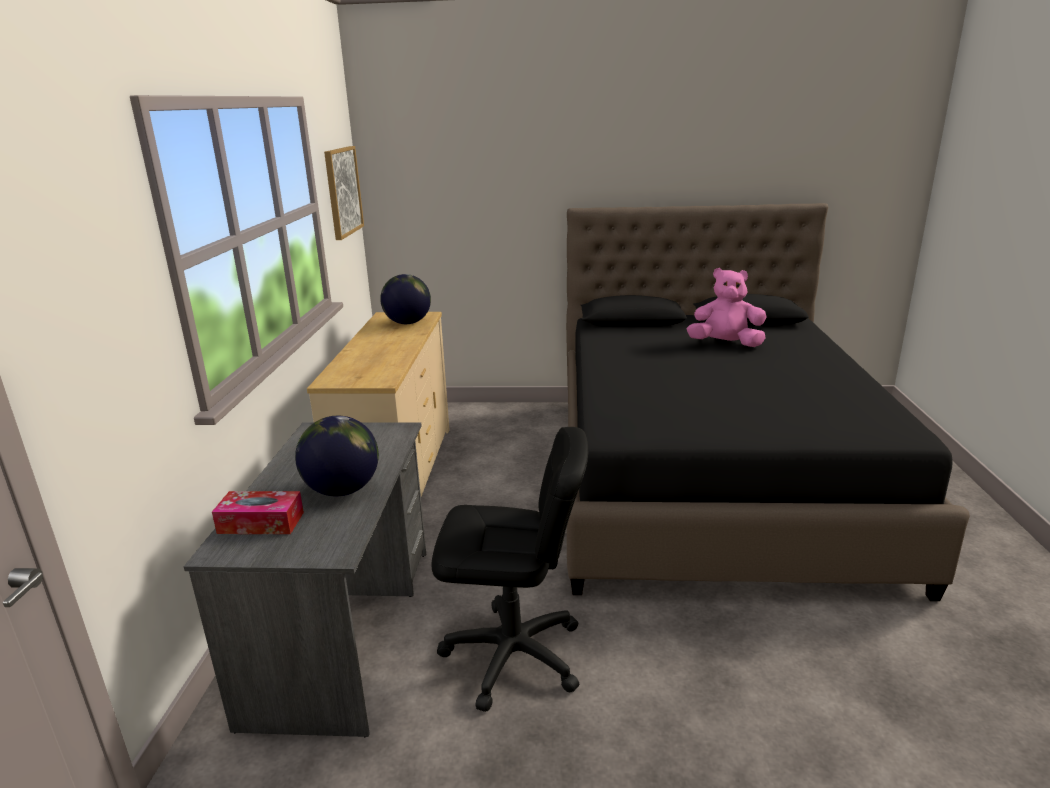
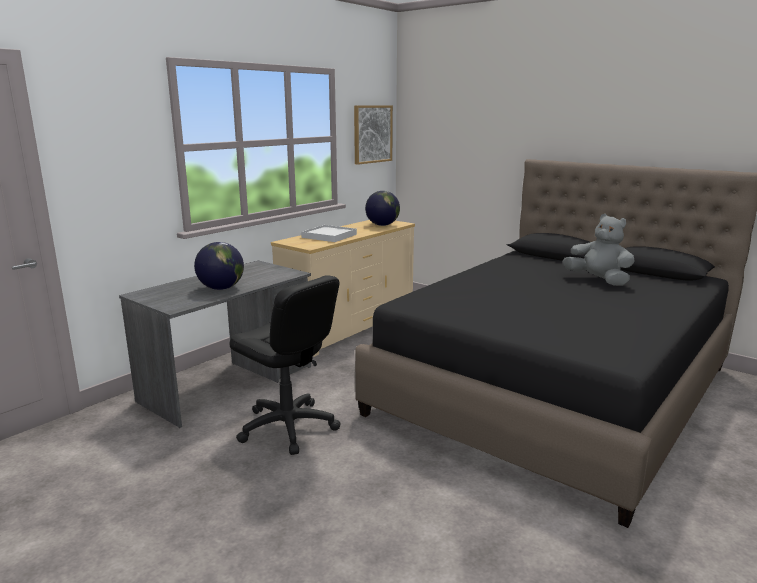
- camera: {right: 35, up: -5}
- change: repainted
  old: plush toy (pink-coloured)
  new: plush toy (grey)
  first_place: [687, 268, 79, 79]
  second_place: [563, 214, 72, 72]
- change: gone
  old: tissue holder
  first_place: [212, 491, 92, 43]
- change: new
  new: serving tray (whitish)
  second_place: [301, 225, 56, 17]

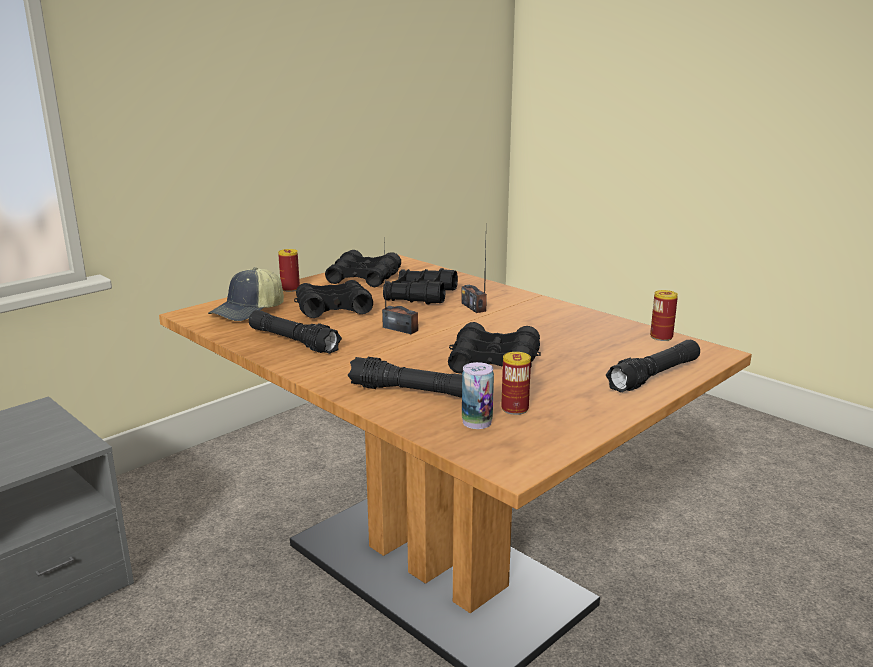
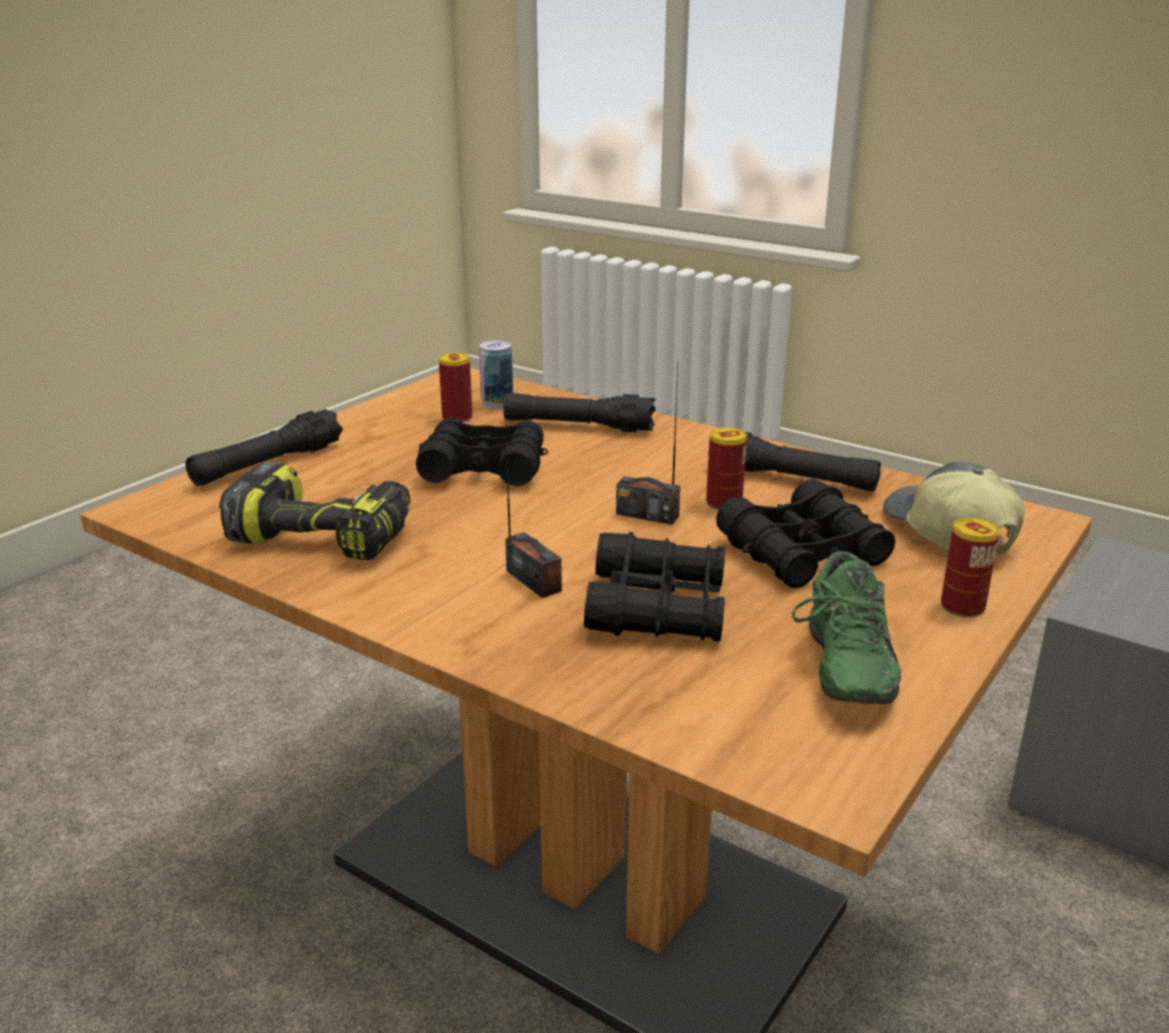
- camera: {right: 170, up: 5}
- change: swapped
  old: pair of binoculars (black-coloured)
  new: item of footwear (green-coloured)
  first_place: [325, 250, 76, 37]
  second_place: [792, 551, 109, 153]
- change: rotated
  old: baseball cap
  first_place: [208, 267, 76, 54]
  second_place: [883, 462, 141, 92]
  degrees: -45
- change: shifted
  old: can
  first_place: [650, 290, 28, 51]
  second_place: [706, 427, 41, 83]
- change: new
  new: electric drill
  second_place: [219, 462, 191, 98]

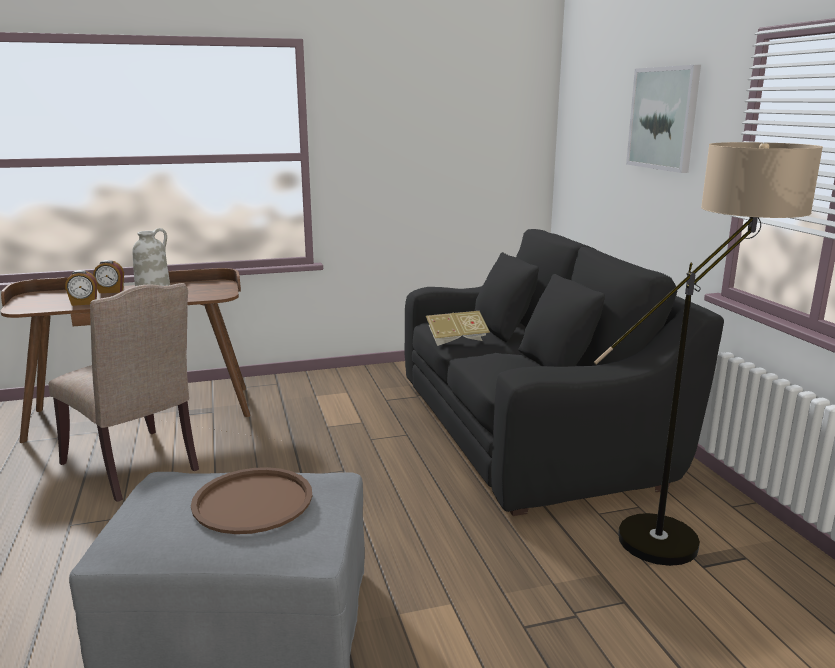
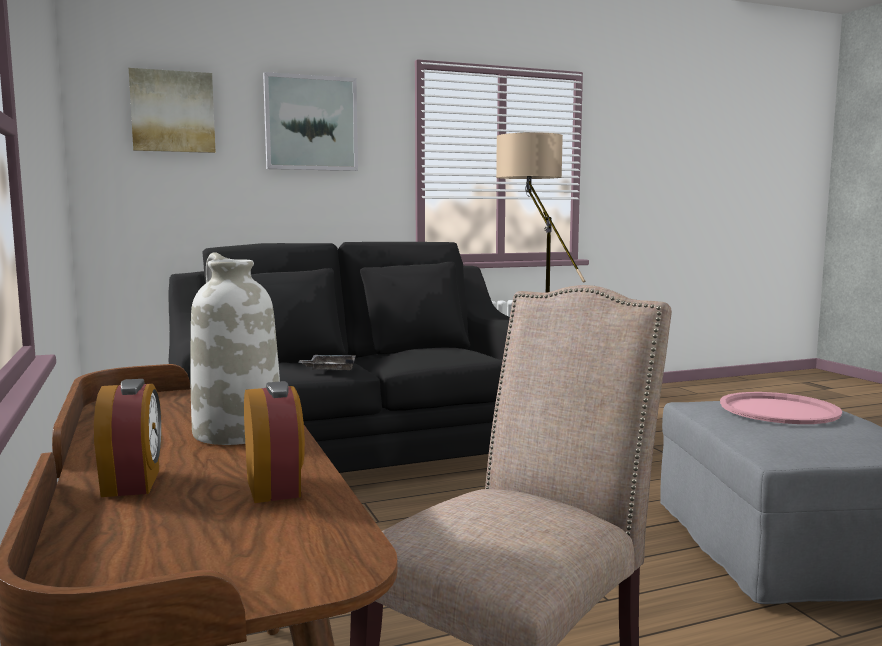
- camera: {right: -95, up: -10}
- change: swapped
  old: book
  new: serving tray (grey)
  first_place: [426, 311, 64, 35]
  second_place: [298, 355, 58, 15]
- change: repainted
  old: serving tray (brownish)
  new: serving tray (pink-coloured)
  first_place: [191, 467, 121, 67]
  second_place: [720, 392, 122, 32]
- change: new
  new: picture
  second_place: [129, 68, 86, 85]

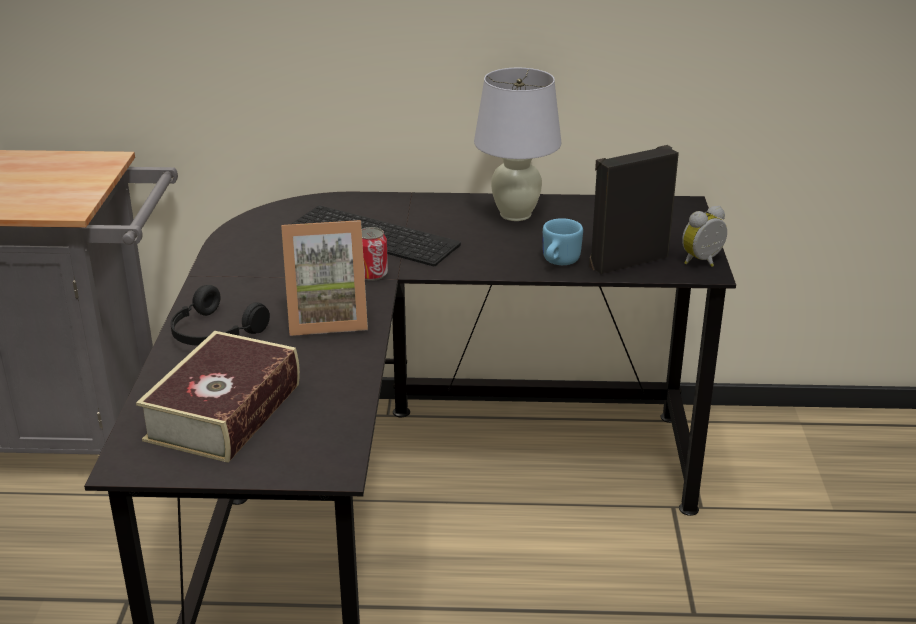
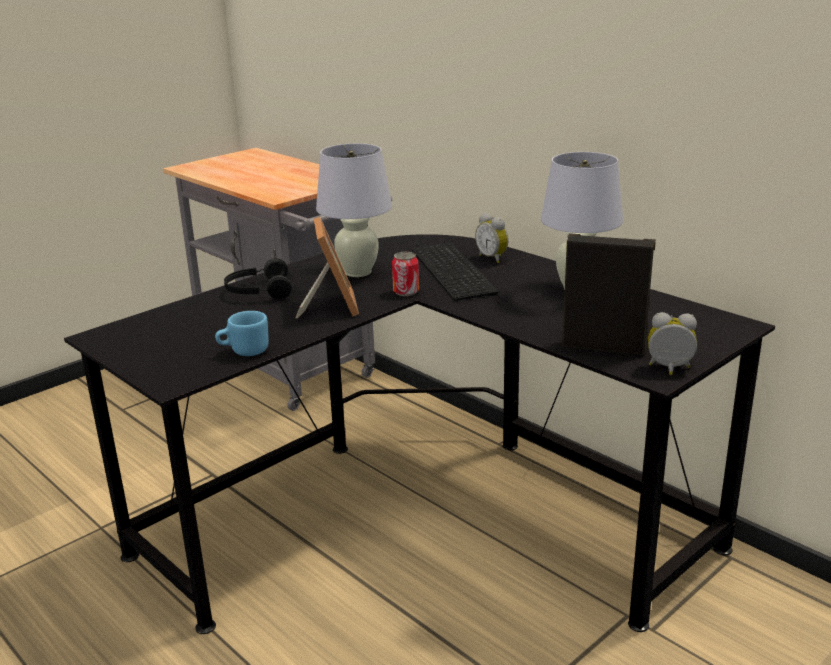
- camera: {right: 45, up: -5}
- change: shifted
  old: mug (blue)
  first_place: [543, 218, 40, 47]
  second_place: [215, 311, 54, 45]
- change: rotated
  old: photo frame
  first_place: [281, 220, 87, 116]
  second_place: [295, 217, 64, 101]
  degrees: -135
- change: gone
  old: book
  first_place: [136, 331, 164, 132]
- change: new
  new: tabletop lamp (whitish)
  second_place: [316, 143, 76, 134]
- change: new
  new: bedside clock
  second_place: [475, 213, 34, 50]

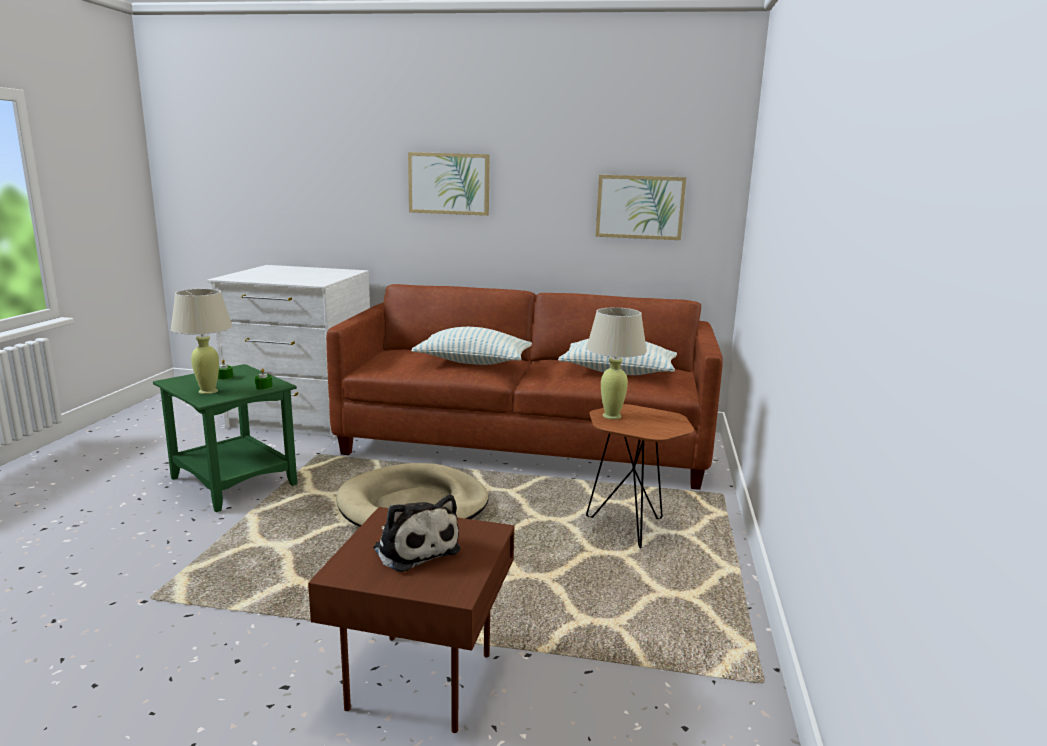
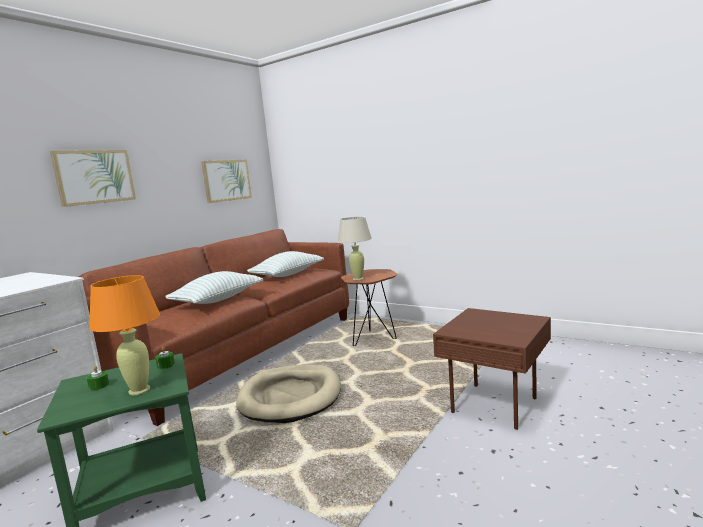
- camera: {right: -65, up: -5}
- change: repainted
  old: tabletop lamp (sand-coloured)
  new: tabletop lamp (orangey)
  first_place: [170, 289, 62, 105]
  second_place: [89, 275, 71, 120]
- change: gone
  old: plush toy
  first_place: [373, 495, 88, 77]

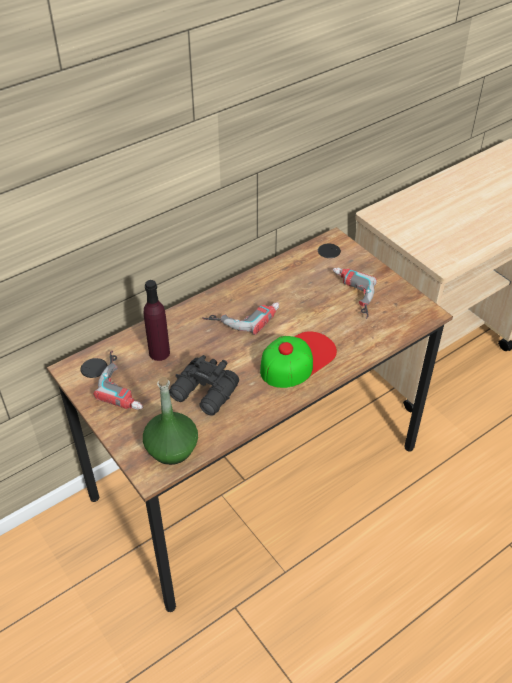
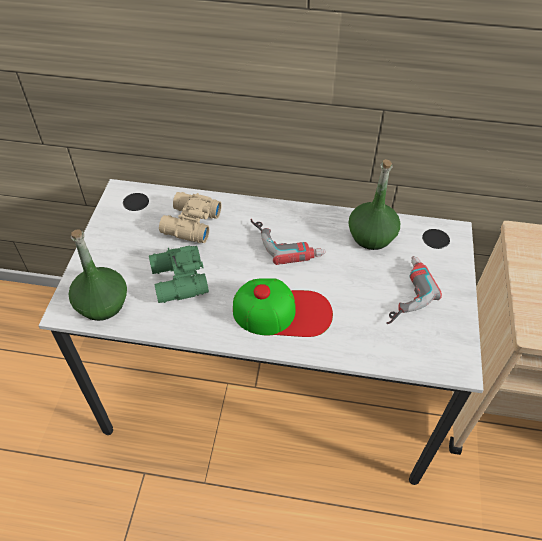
- camera: {right: 45, up: 5}
- change: repainted
  old: desk (brownish)
  new: desk (whitish)
  first_place: [47, 227, 406, 385]
  second_place: [38, 179, 445, 306]
- change: swapped
  old: bottle (purple-coloured)
  new: pair of binoculars (sand-coloured)
  first_place: [144, 280, 26, 81]
  second_place: [159, 192, 63, 51]
- change: gone
  old: electric drill
  first_place: [94, 350, 49, 60]
- change: repainted
  old: pair of binoculars (black-coloured)
  new: pair of binoculars (green-coloured)
  first_place: [169, 355, 70, 61]
  second_place: [149, 246, 60, 57]
- change: new
  new: bottle (green-coloured)
  second_place: [348, 159, 52, 91]

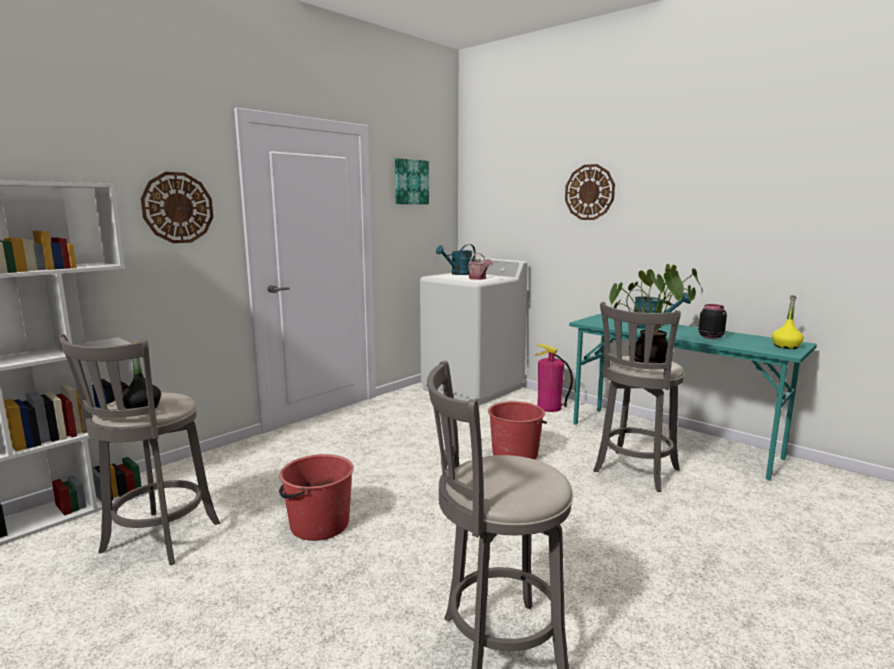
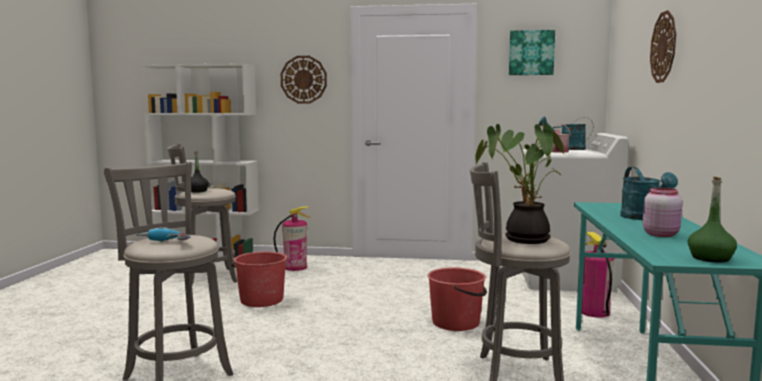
- camera: {right: 55, up: -5}
- change: repainted
  old: bottle (yellowish)
  new: bottle (green-coloured)
  first_place: [772, 295, 32, 54]
  second_place: [688, 176, 49, 87]
- change: repainted
  old: storage jar (black-coloured)
  new: storage jar (pink-coloured)
  first_place: [699, 304, 28, 35]
  second_place: [643, 187, 39, 50]
- change: new
  new: fire-fighting cylinder
  second_place: [274, 206, 37, 65]
- change: new
  new: electric drill
  second_place: [136, 227, 54, 15]

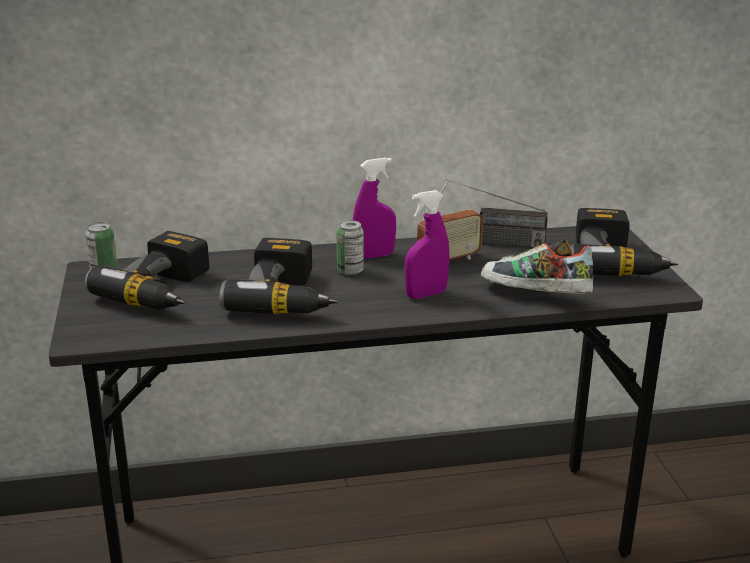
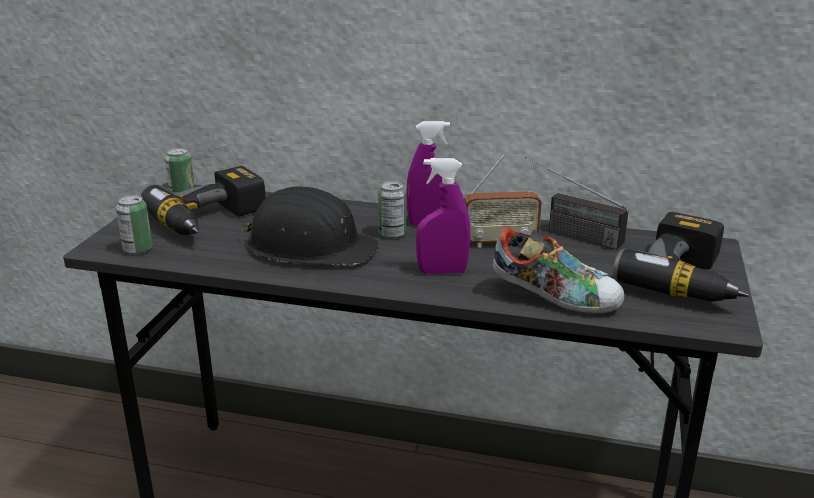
- camera: {right: 25, up: 0}
- change: swapped
  old: electric drill
  new: work helmet (black-coloured)
  first_place: [219, 238, 119, 76]
  second_place: [241, 187, 139, 78]
- change: rotated
  old: item of footwear
  first_place: [481, 239, 113, 55]
  second_place: [492, 226, 132, 88]
  degrees: 150
- change: new
  new: can
  second_place: [116, 195, 37, 60]

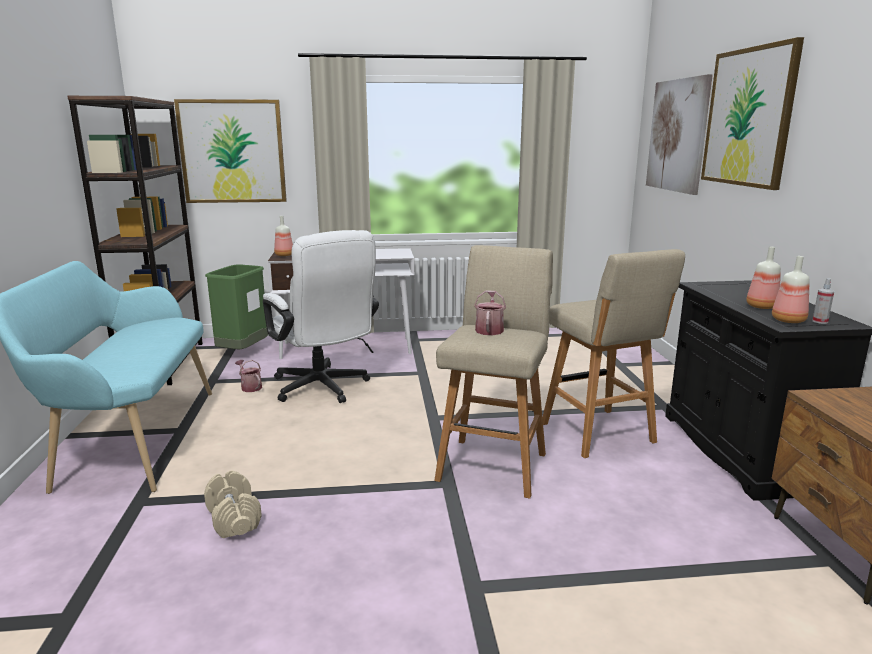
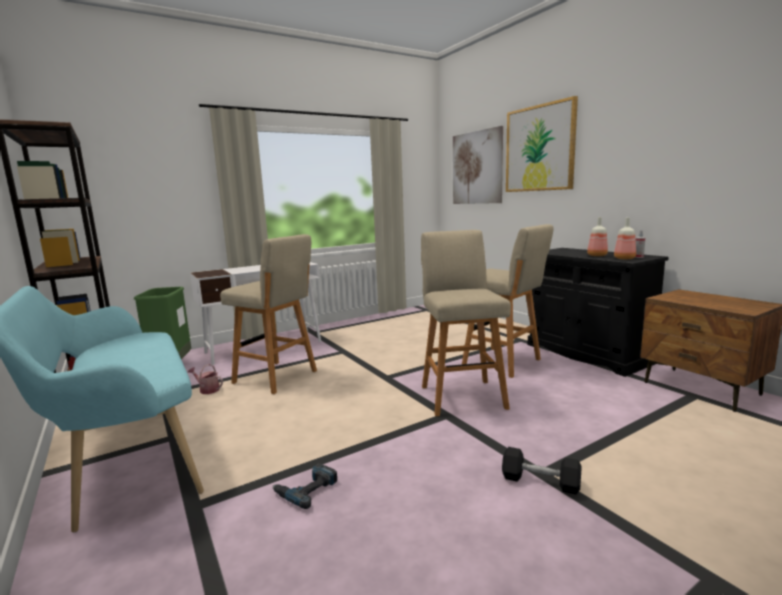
- camera: {right: -25, up: -5}
- change: gone
  old: picture
  first_place: [174, 99, 113, 104]
- change: gone
  old: bottle
  first_place: [274, 216, 19, 40]
- change: swapped
  old: office chair (whitish)
  new: stool seat (sand-coloured)
  first_place: [263, 230, 116, 173]
  second_place: [220, 234, 97, 160]
- change: gone
  old: watering pot
  first_place: [474, 290, 32, 45]
- change: swapped
  old: hand weight (sand-coloured)
  new: electric drill
  first_place: [204, 470, 58, 68]
  second_place: [273, 463, 64, 46]
- change: new
  new: hand weight (black-coloured)
  second_place: [502, 447, 80, 48]

